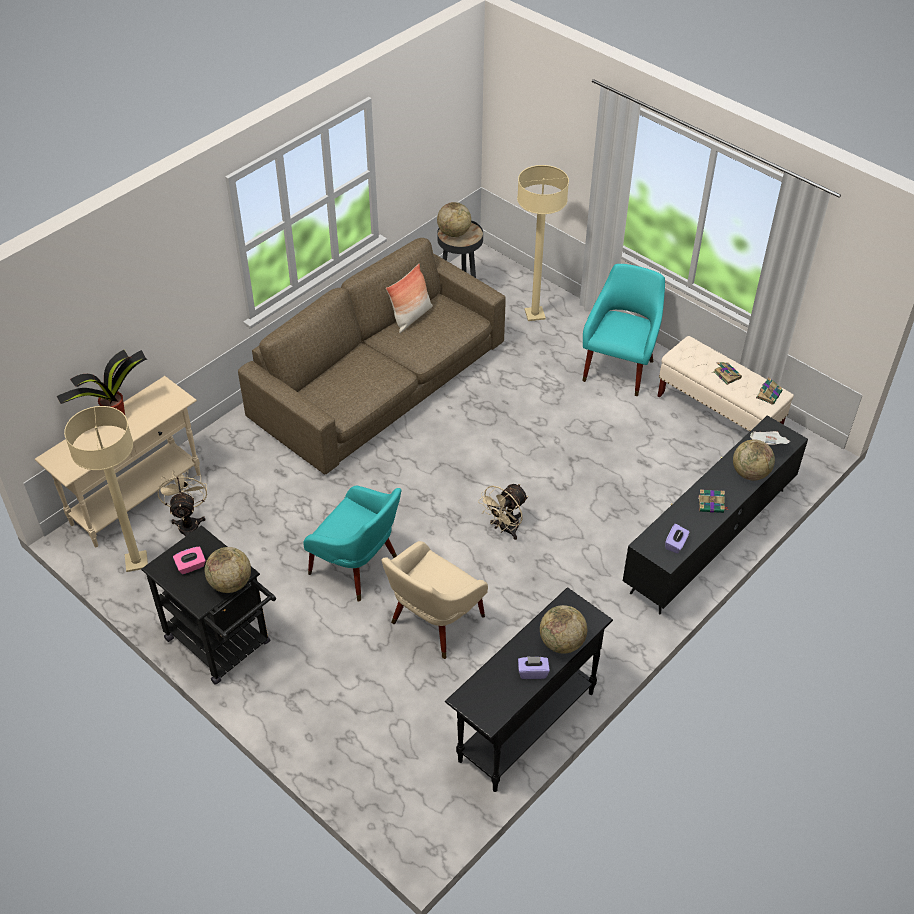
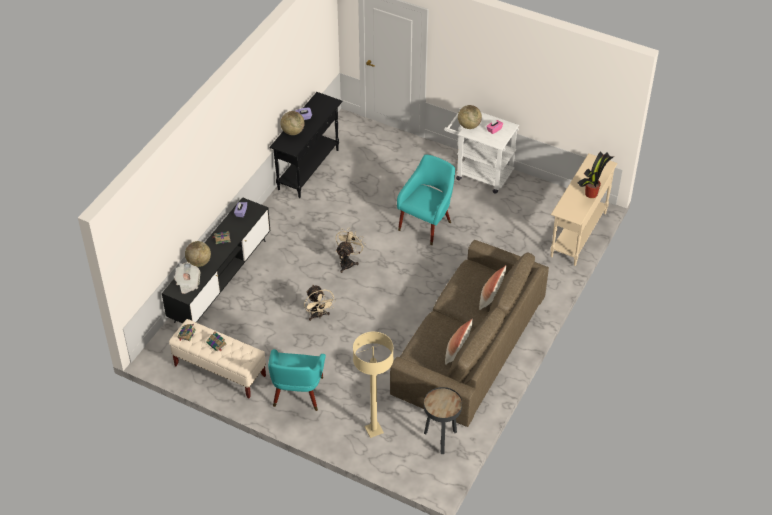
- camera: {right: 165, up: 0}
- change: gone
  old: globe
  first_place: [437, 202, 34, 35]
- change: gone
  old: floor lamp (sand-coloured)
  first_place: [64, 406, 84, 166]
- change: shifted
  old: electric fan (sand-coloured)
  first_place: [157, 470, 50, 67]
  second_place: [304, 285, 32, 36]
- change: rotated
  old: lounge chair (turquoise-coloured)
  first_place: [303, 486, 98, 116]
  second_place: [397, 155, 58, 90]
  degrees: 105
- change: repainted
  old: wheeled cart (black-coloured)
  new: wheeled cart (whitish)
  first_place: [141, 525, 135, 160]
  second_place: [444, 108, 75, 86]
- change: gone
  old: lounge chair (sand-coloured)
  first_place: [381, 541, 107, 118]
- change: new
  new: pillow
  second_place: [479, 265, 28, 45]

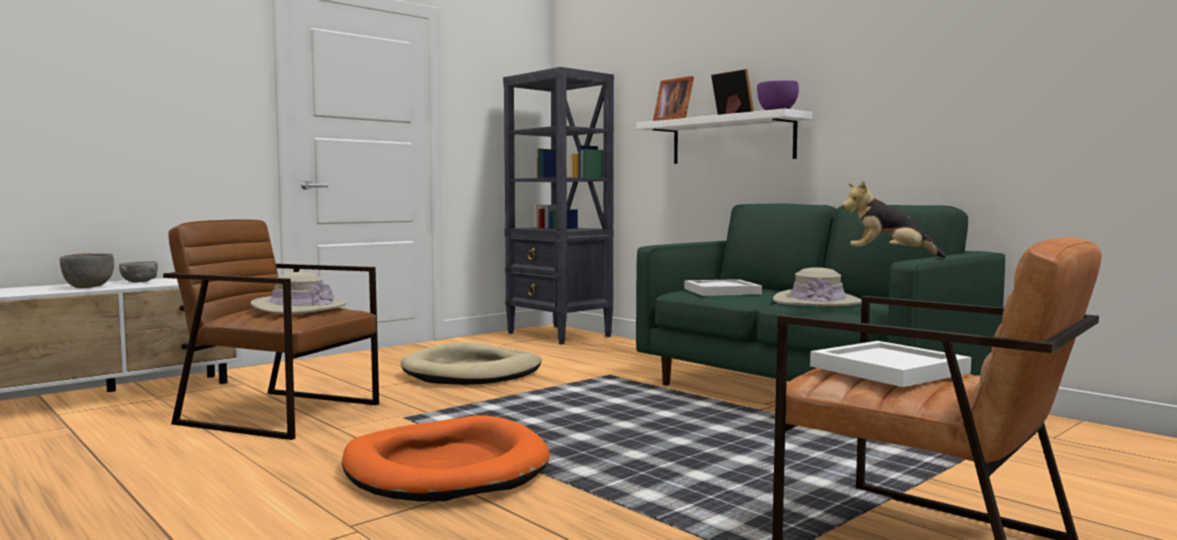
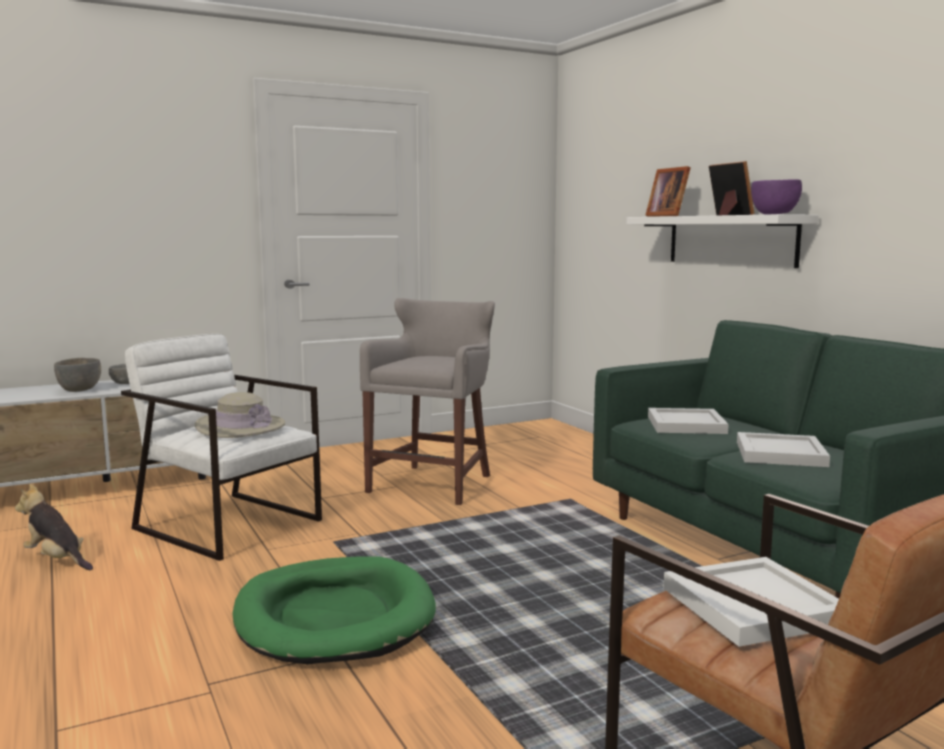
- camera: {right: 15, up: 5}
- change: gone
  old: shelving unit (black-coloured)
  first_place: [503, 67, 111, 278]
- change: shifted
  old: plush toy
  first_place: [842, 181, 104, 77]
  second_place: [15, 484, 78, 86]
- change: repainted
  old: lounge chair (brownish)
  new: lounge chair (whitish)
  first_place: [163, 219, 216, 221]
  second_place: [121, 334, 201, 227]
- change: swapped
  old: clothing hat (sand-coloured)
  new: serving tray (whitish)
  first_place: [773, 267, 88, 39]
  second_place: [737, 432, 93, 35]
- change: swapped
  old: dog cushion (sand-coloured)
  new: stool seat (grey)
  first_place: [401, 342, 141, 43]
  second_place: [360, 298, 135, 207]
- change: repainted
  old: dog cushion (orangey)
  new: dog cushion (green-coloured)
  first_place: [342, 415, 208, 87]
  second_place: [232, 556, 204, 108]

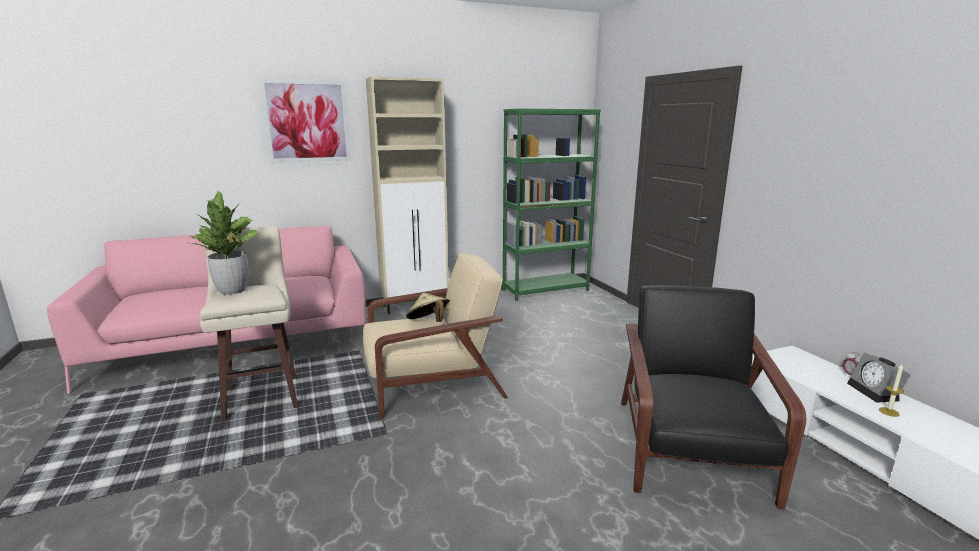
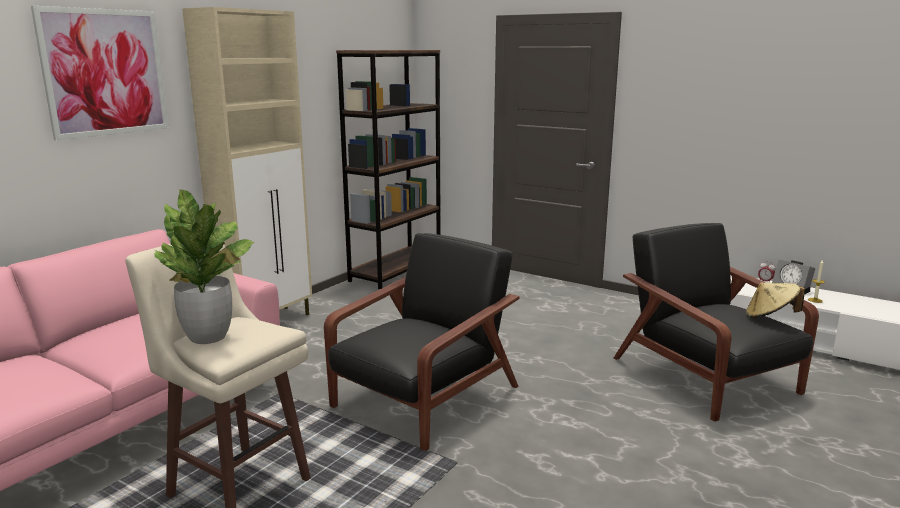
- camera: {right: -35, up: 0}
- change: repainted
  old: shelving unit (green-coloured)
  new: shelving unit (brownish)
  first_place: [503, 109, 98, 192]
  second_place: [336, 50, 105, 239]
- change: repainted
  old: lounge chair (sand-coloured)
  new: lounge chair (black-coloured)
  first_place: [363, 253, 145, 165]
  second_place: [324, 233, 196, 218]
- change: shifted
  old: clothing hat (sand-coloured)
  first_place: [406, 293, 44, 29]
  second_place: [746, 282, 59, 37]

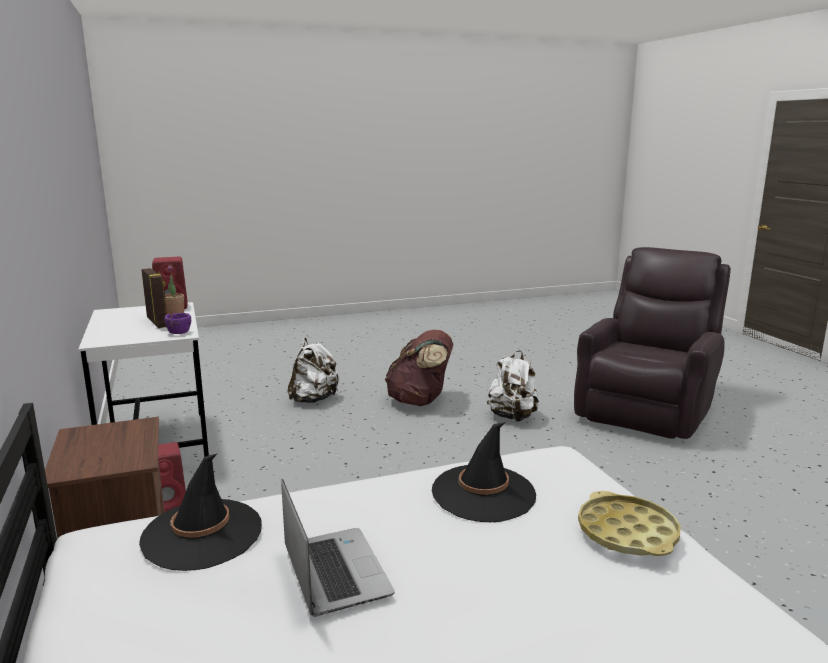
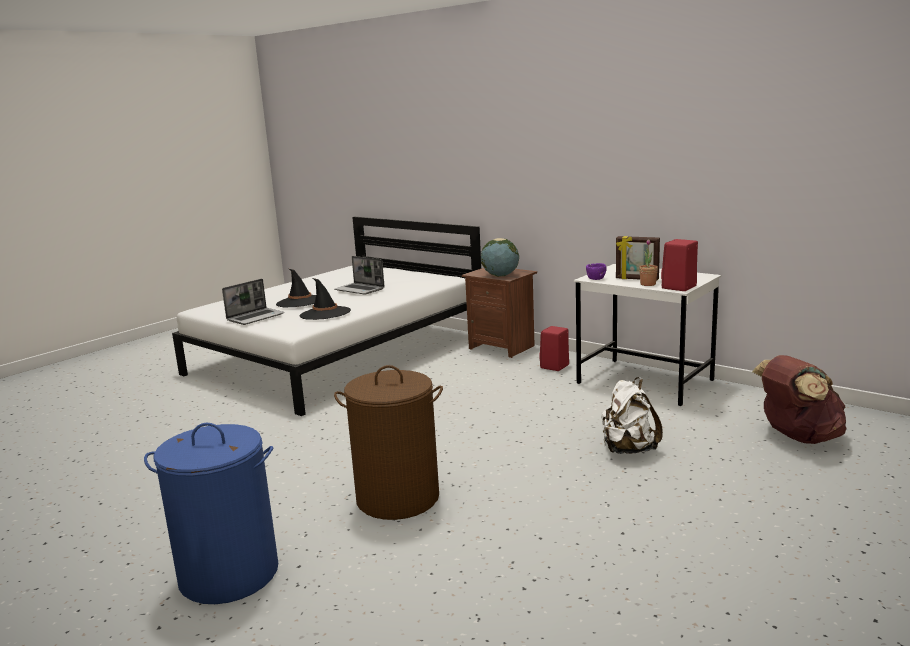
- camera: {right: 150, up: 0}
- change: swapped
  old: lounge chair (brownish)
  new: washing basket (blue)
  first_place: [574, 247, 157, 192]
  second_place: [144, 423, 134, 181]
- change: shifted
  old: knapsack (brownish)
  first_place: [385, 330, 68, 76]
  second_place: [752, 355, 94, 89]
- change: swapped
  old: knapsack (whitish)
  new: washing basket (brownish)
  first_place: [487, 350, 52, 72]
  second_place: [334, 365, 109, 155]
- change: shifted
  old: clothing hat (black-coloured)
  first_place: [139, 453, 123, 118]
  second_place: [276, 269, 40, 39]
- change: swapped
  old: serving tray (yellowish)
  new: portable computer
  first_place: [578, 491, 103, 65]
  second_place: [222, 279, 62, 46]
- change: new
  new: globe
  second_place: [481, 238, 38, 39]

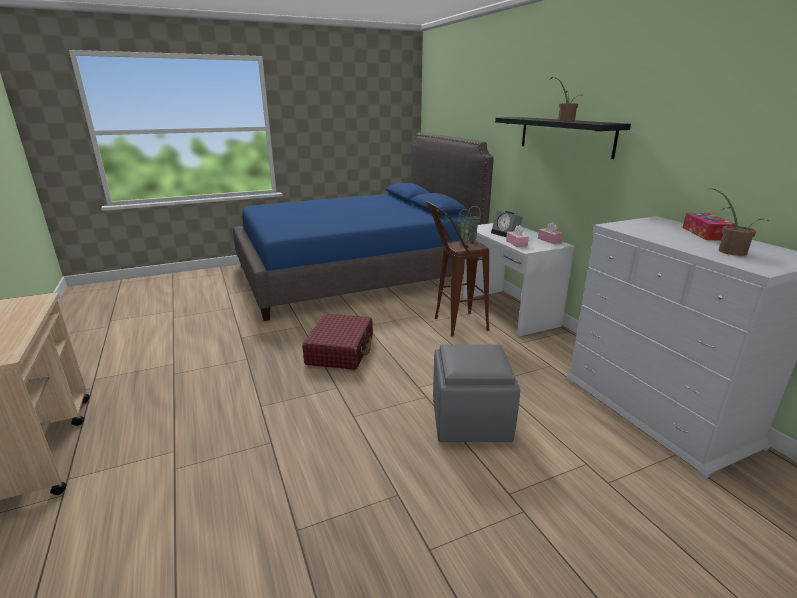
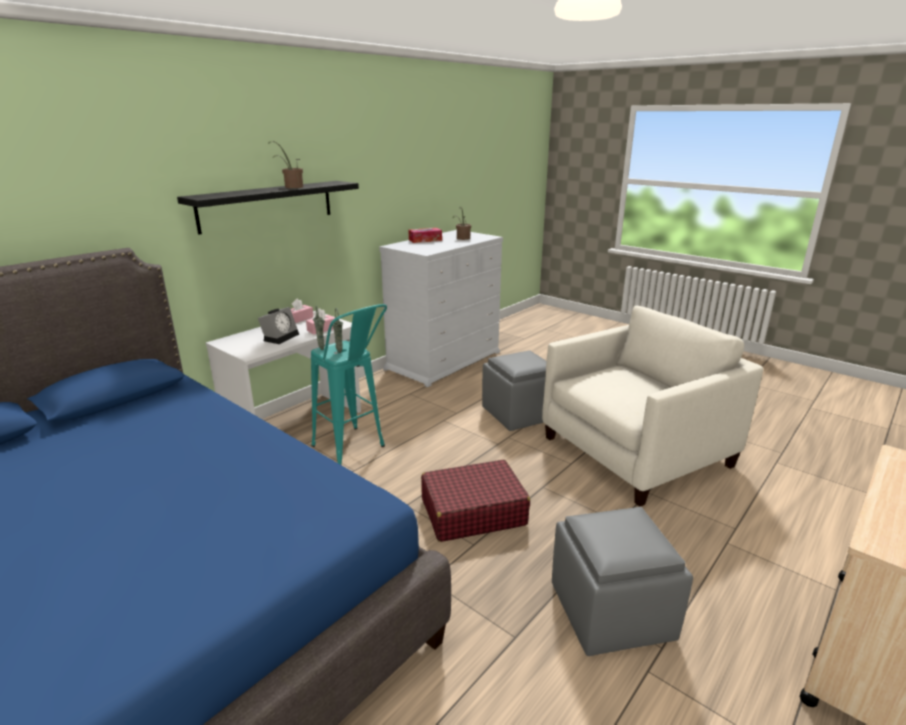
- camera: {right: -115, up: 0}
- change: repainted
  old: stool seat (brownish)
  new: stool seat (turquoise-coloured)
  first_place: [425, 201, 64, 135]
  second_place: [311, 304, 76, 161]
- change: new
  new: lounge chair (sand-coloured)
  second_place: [542, 306, 221, 201]
- change: new
  new: footrest (grey)
  second_place: [552, 507, 141, 149]

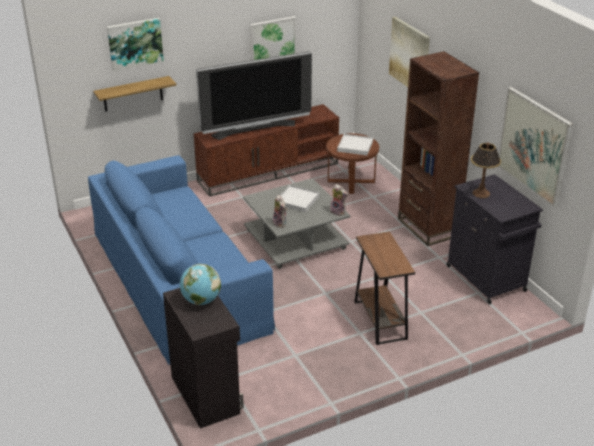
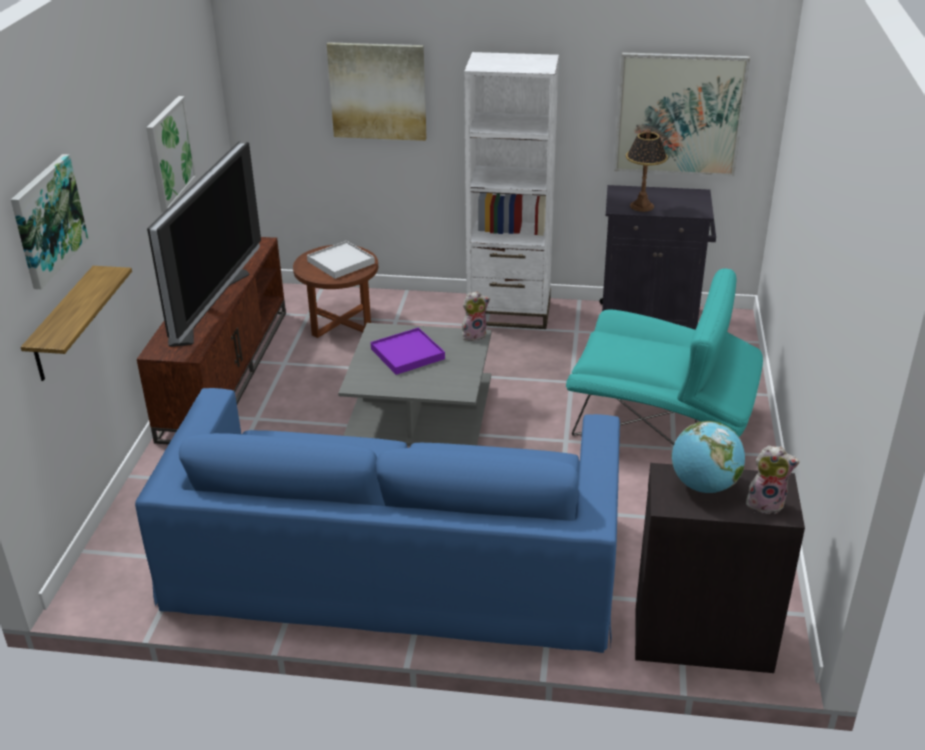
- camera: {right: -55, up: 0}
- change: repainted
  old: shelving unit (brownish)
  new: shelving unit (whitish)
  first_place: [398, 51, 81, 195]
  second_place: [464, 52, 95, 277]
- change: repainted
  old: serving tray (whitish)
  new: serving tray (purple-coloured)
  first_place: [280, 185, 39, 28]
  second_place: [371, 327, 74, 48]
- change: shifted
  old: plush toy
  first_place: [273, 195, 14, 33]
  second_place: [746, 445, 54, 69]
- change: swapped
  old: end table (brownish)
  new: lounge chair (turquoise-coloured)
  first_place: [354, 231, 61, 114]
  second_place: [566, 268, 197, 177]

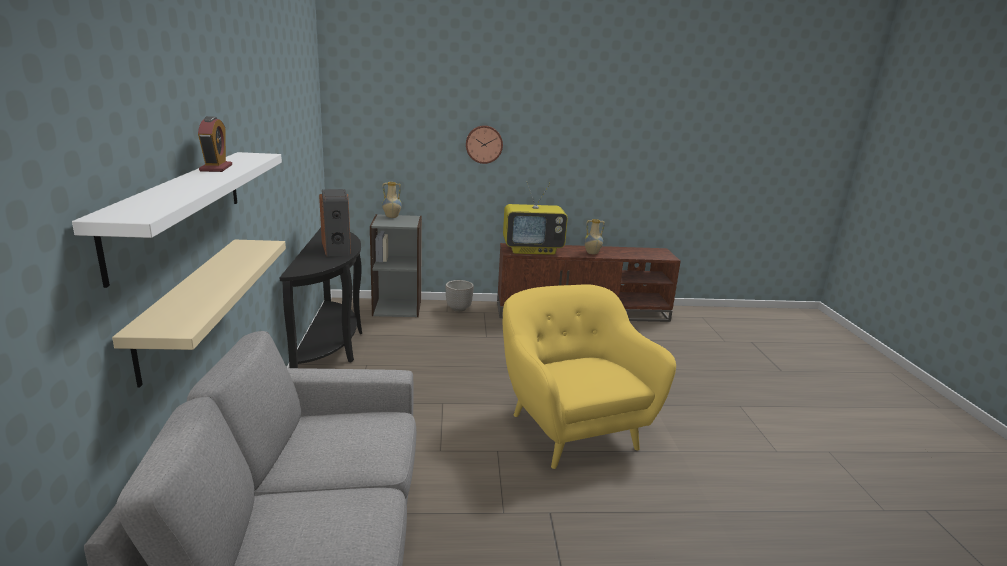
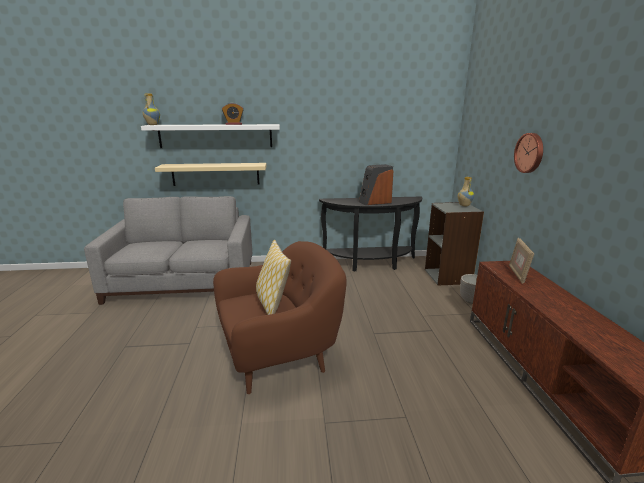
- camera: {right: 90, up: 0}
- change: swapped
  old: television
  new: photo frame
  first_place: [503, 181, 65, 74]
  second_place: [509, 238, 25, 46]
- change: shifted
  old: flower vase
  first_place: [584, 219, 21, 35]
  second_place: [143, 94, 17, 31]
- change: repainted
  old: lounge chair (yellowish)
  new: lounge chair (brownish)
  first_place: [503, 284, 173, 185]
  second_place: [213, 241, 133, 153]
- change: new
  new: pillow
  second_place: [256, 240, 35, 75]

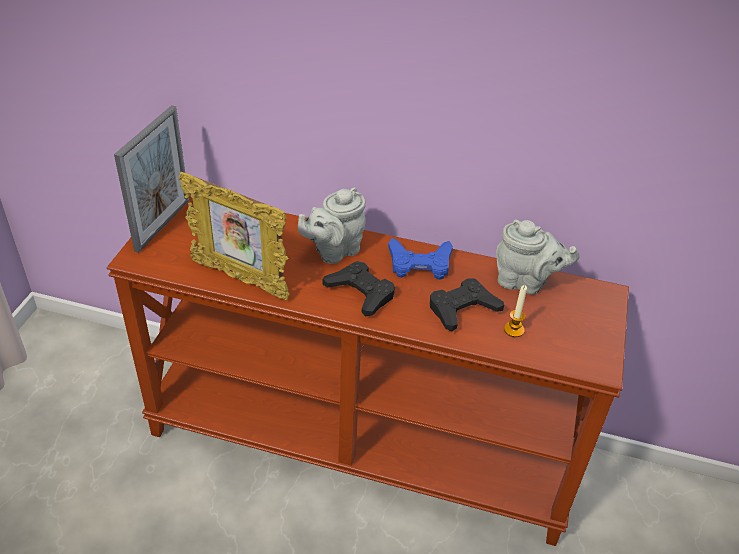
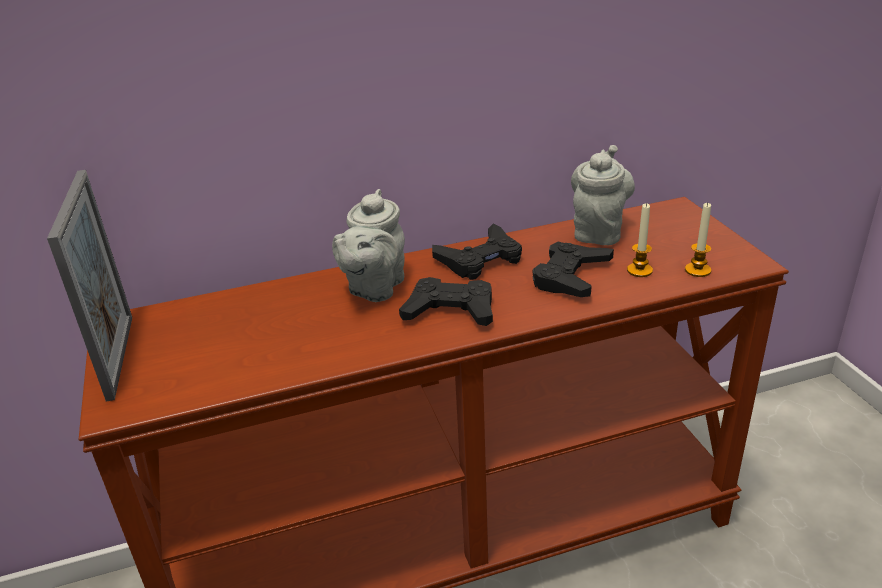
- camera: {right: -30, up: -10}
- change: gone
  old: photo frame
  first_place: [179, 172, 111, 128]
- change: rotated
  old: teapot (grey)
  first_place: [496, 220, 84, 74]
  second_place: [571, 145, 64, 100]
  degrees: -60
- change: repainted
  old: joypad (blue)
  new: joypad (black-coloured)
  first_place: [388, 238, 65, 42]
  second_place: [432, 224, 90, 56]
- change: new
  new: wax candle
  second_place: [685, 203, 26, 74]

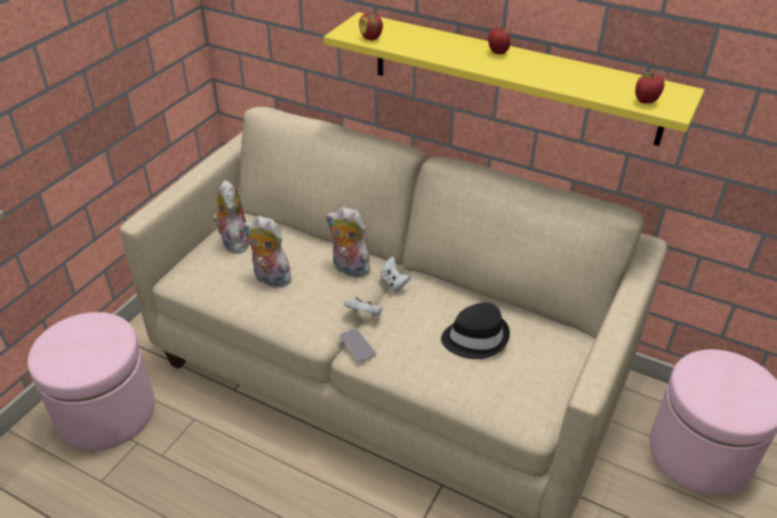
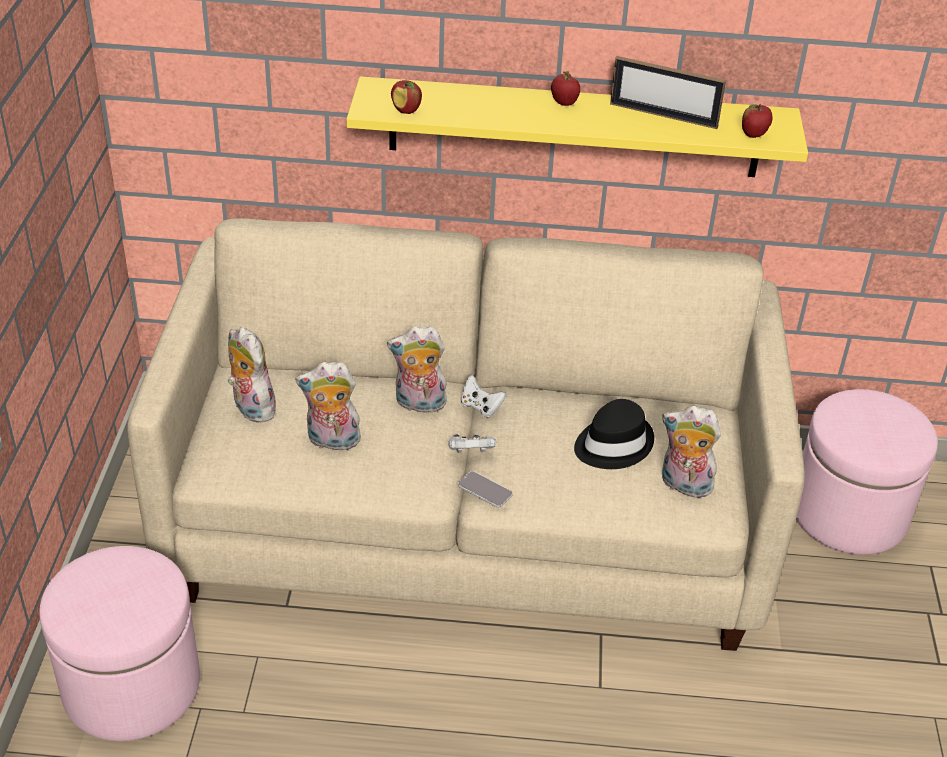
- camera: {right: -25, up: 0}
- change: new
  new: photo frame
  second_place: [610, 56, 116, 73]
- change: new
  new: plush toy
  second_place: [662, 406, 59, 92]

